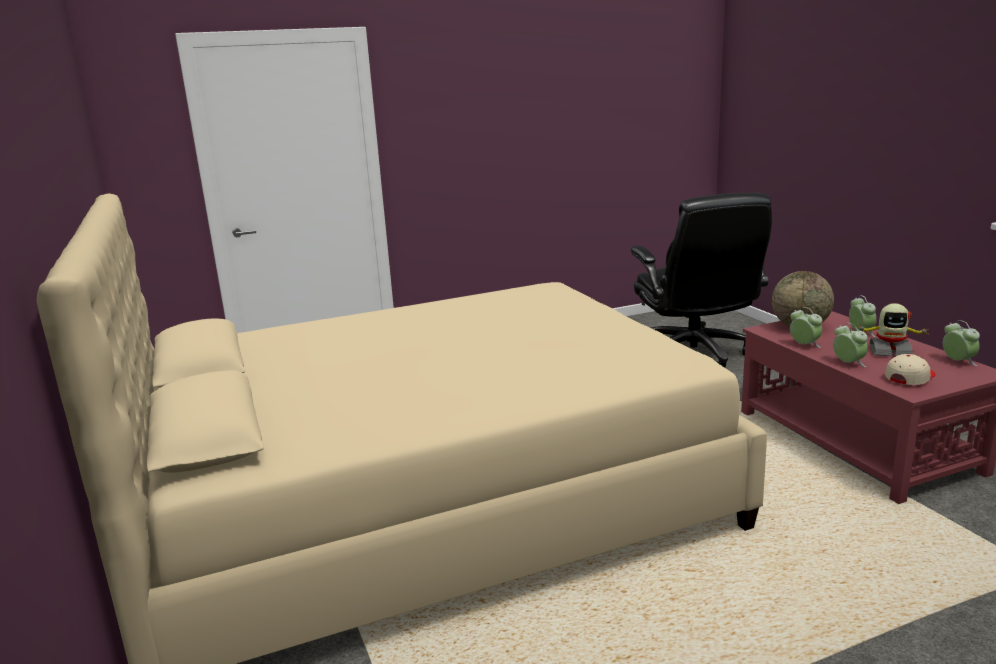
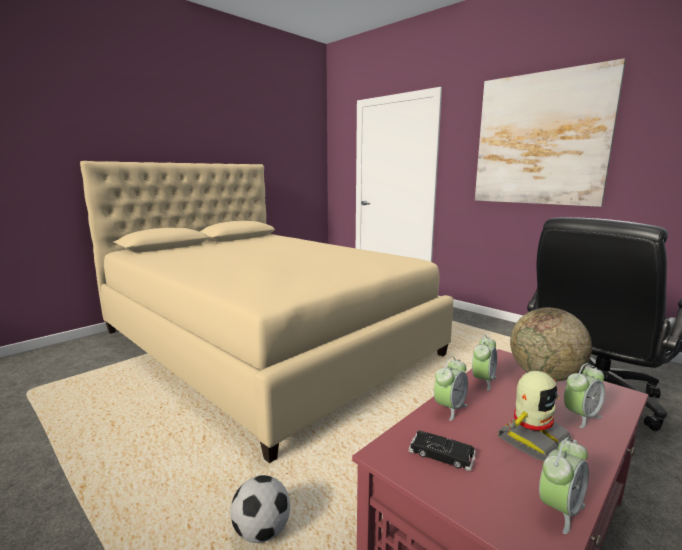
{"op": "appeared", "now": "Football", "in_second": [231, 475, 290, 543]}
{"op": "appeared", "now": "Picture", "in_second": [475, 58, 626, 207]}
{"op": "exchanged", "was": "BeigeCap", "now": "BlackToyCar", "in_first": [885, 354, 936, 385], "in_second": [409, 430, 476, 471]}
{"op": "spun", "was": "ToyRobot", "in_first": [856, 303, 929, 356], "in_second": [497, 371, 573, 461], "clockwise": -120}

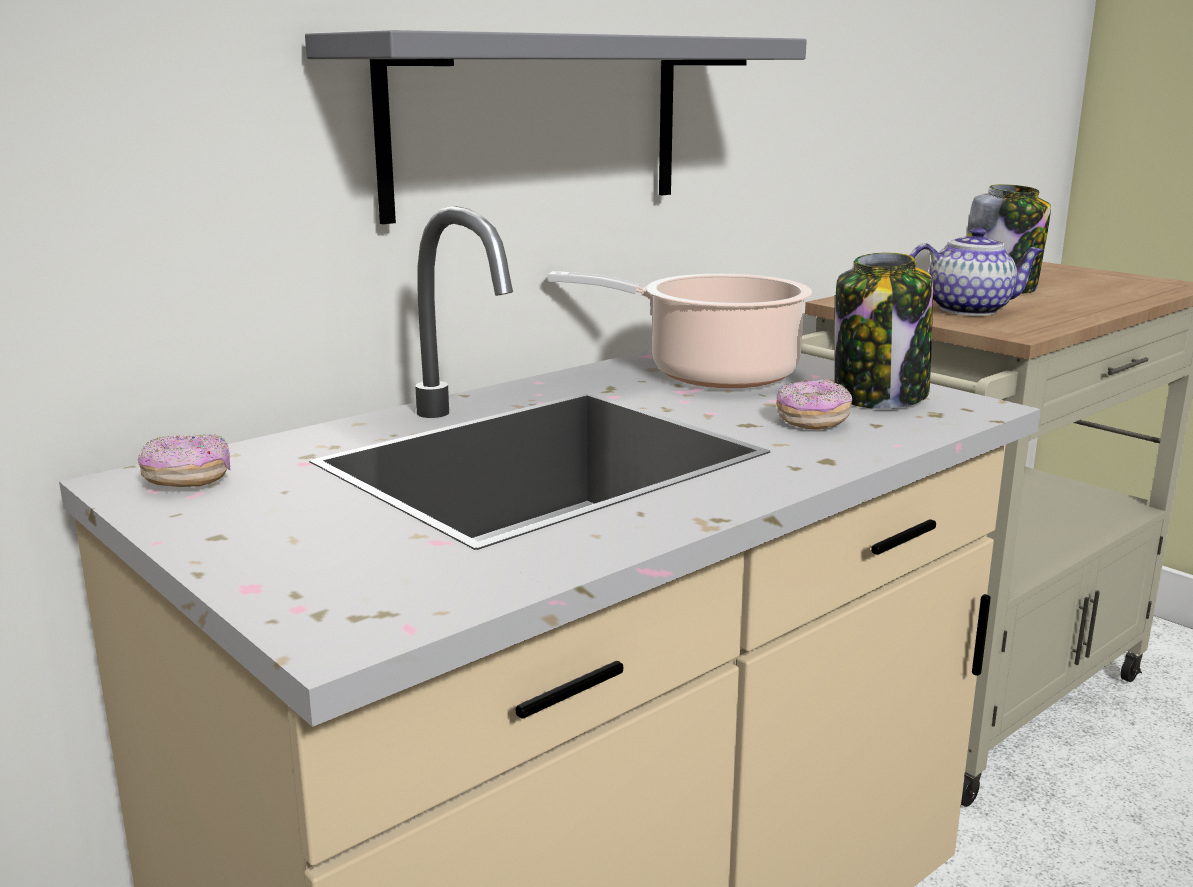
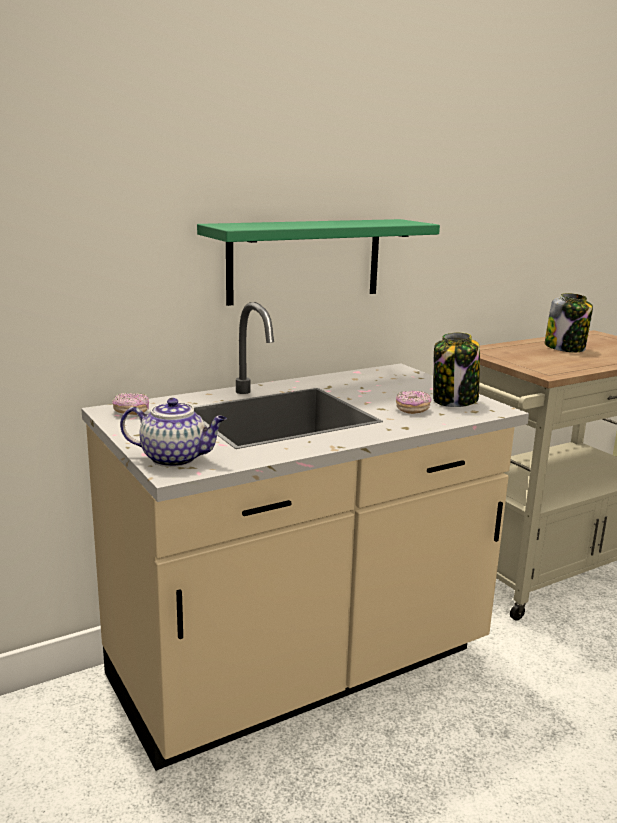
{"op": "missing", "was": "CookingPot", "in_first": [547, 271, 812, 388]}
{"op": "relocated", "was": "Teapot", "in_first": [910, 227, 1044, 316], "in_second": [120, 398, 227, 467]}
{"op": "colour", "was": "GreyShelf", "now": "GreenShelf", "in_first": [305, 30, 807, 224], "in_second": [197, 219, 440, 306]}

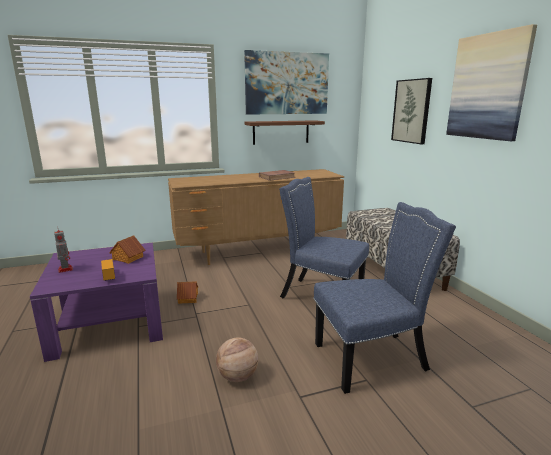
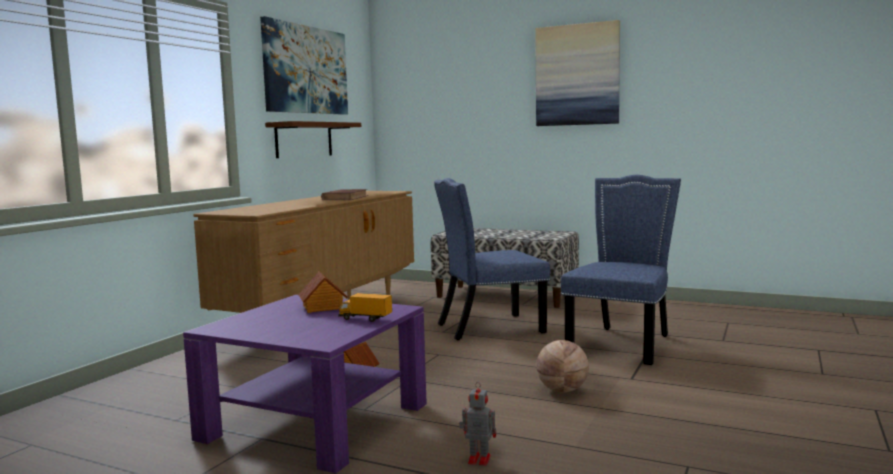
{"op": "missing", "was": "Picture", "in_first": [391, 78, 432, 144]}
{"op": "relocated", "was": "ToyRobot", "in_first": [54, 230, 73, 273], "in_second": [459, 382, 496, 466]}

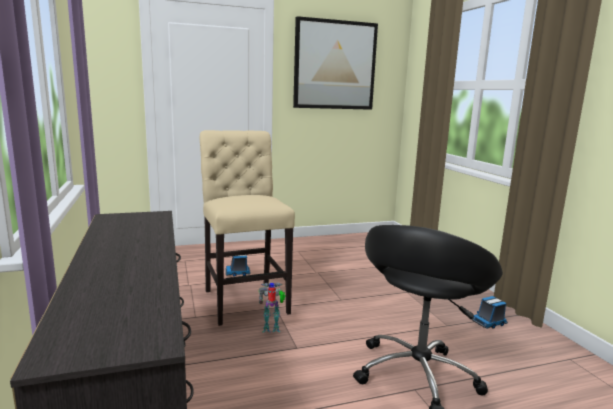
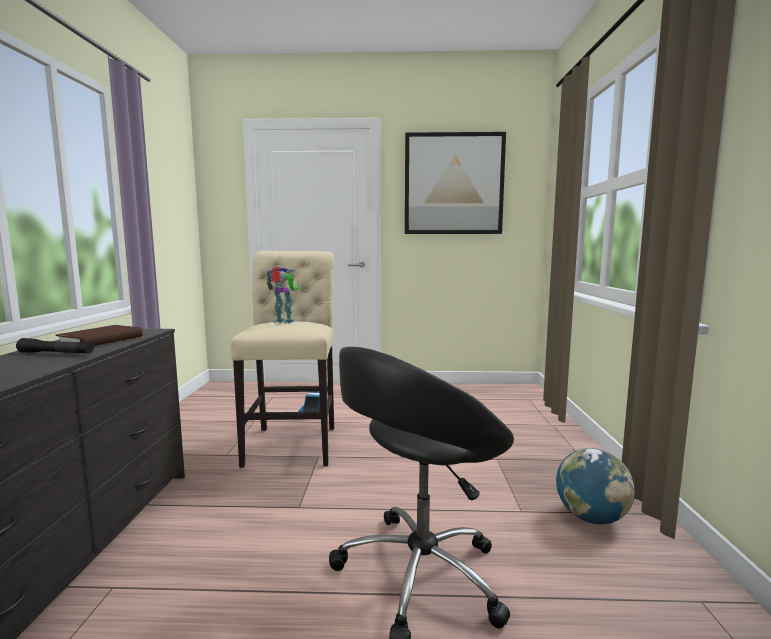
{"op": "appeared", "now": "BlackFlashlight", "in_second": [16, 338, 94, 354]}
{"op": "appeared", "now": "BrownBook", "in_second": [55, 325, 143, 346]}
{"op": "relocated", "was": "ToyRobot", "in_first": [259, 283, 286, 332], "in_second": [266, 267, 299, 324]}
{"op": "exchanged", "was": "ToyTruck", "now": "Globe", "in_first": [472, 296, 508, 329], "in_second": [556, 448, 635, 524]}

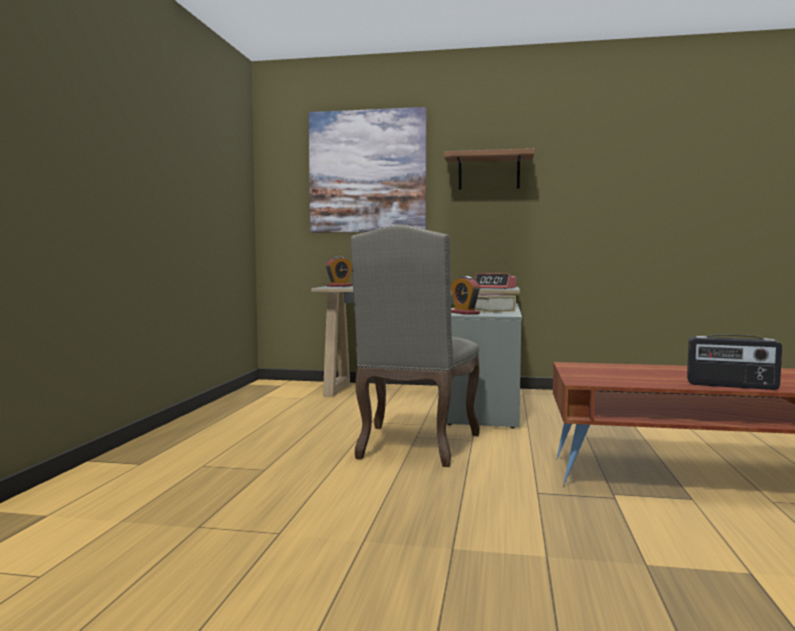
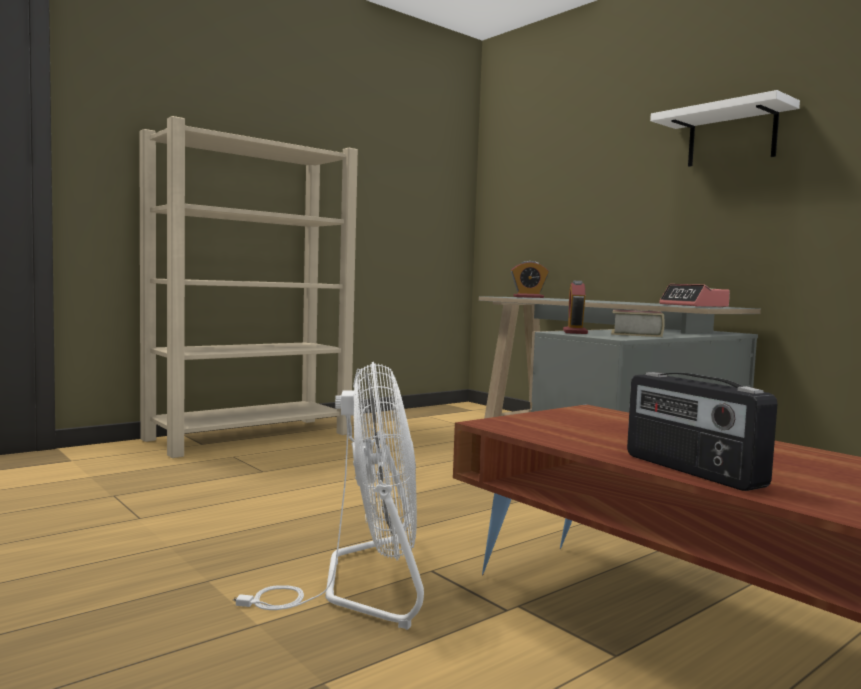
{"op": "missing", "was": "Picture", "in_first": [309, 107, 426, 233]}
{"op": "missing", "was": "GreyChair", "in_first": [350, 224, 480, 467]}
{"op": "appeared", "now": "BeigeBookcase", "in_second": [139, 116, 358, 458]}
{"op": "appeared", "now": "WhiteFan", "in_second": [233, 362, 424, 630]}
{"op": "colour", "was": "BrownShelf", "now": "WhiteShelf", "in_first": [444, 148, 535, 190], "in_second": [650, 90, 800, 167]}

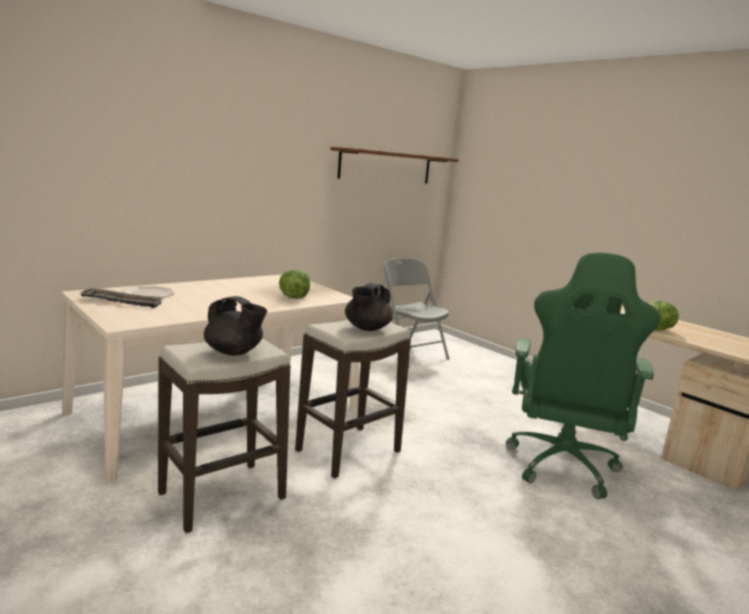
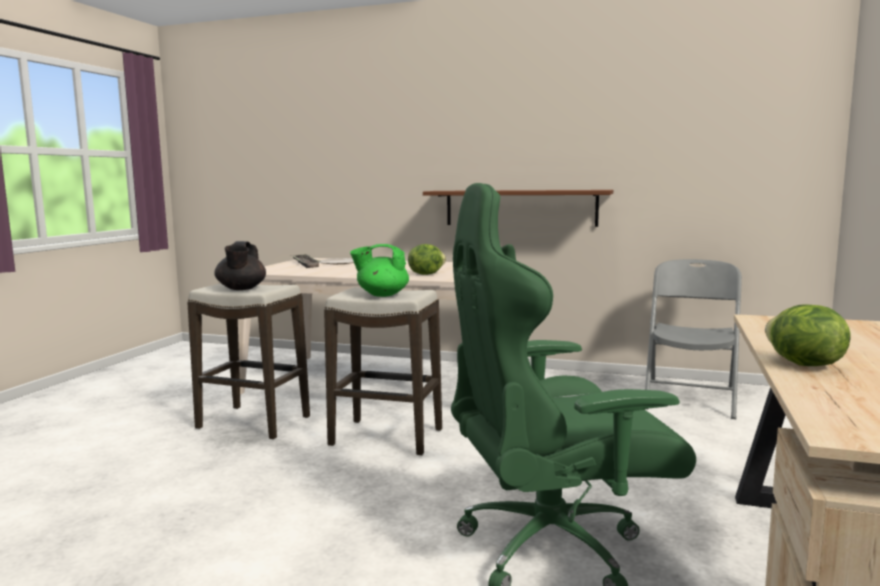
{"op": "relocated", "was": "BrownShelf", "in_first": [330, 147, 458, 184], "in_second": [423, 190, 613, 227]}
{"op": "colour", "was": "BlackTeapot", "now": "GreenTeapot", "in_first": [345, 282, 393, 331], "in_second": [350, 244, 409, 297]}

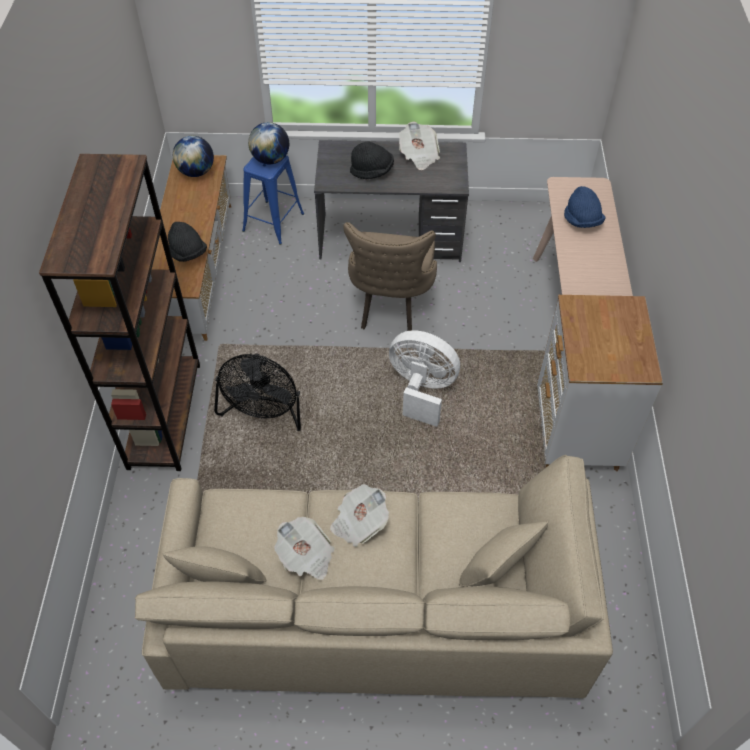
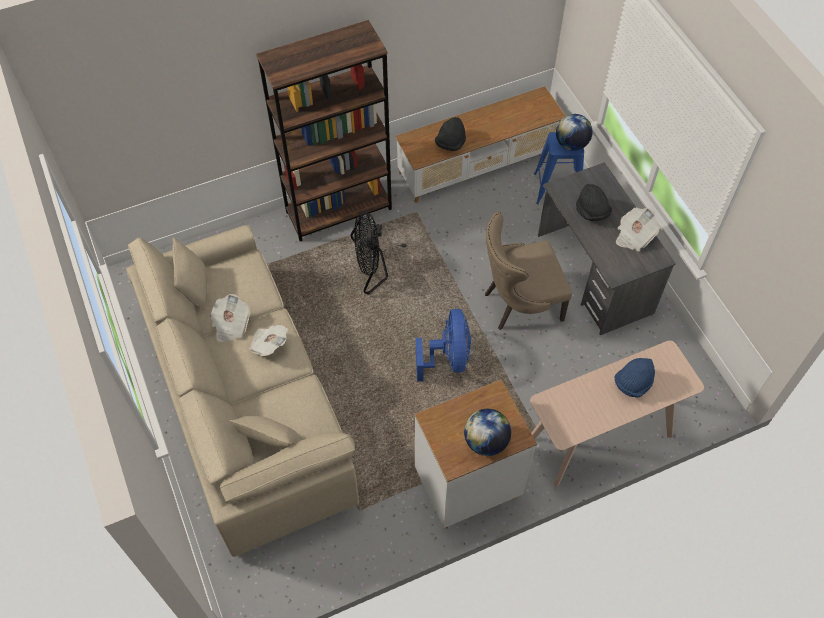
{"op": "relocated", "was": "Globe", "in_first": [173, 136, 214, 177], "in_second": [464, 409, 511, 456]}
{"op": "colour", "was": "WhiteFan", "now": "BlueFan", "in_first": [389, 330, 460, 427], "in_second": [416, 309, 471, 382]}

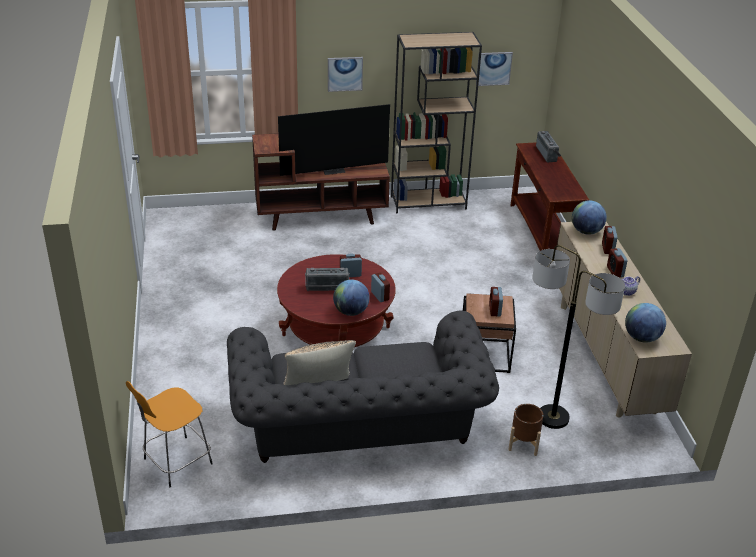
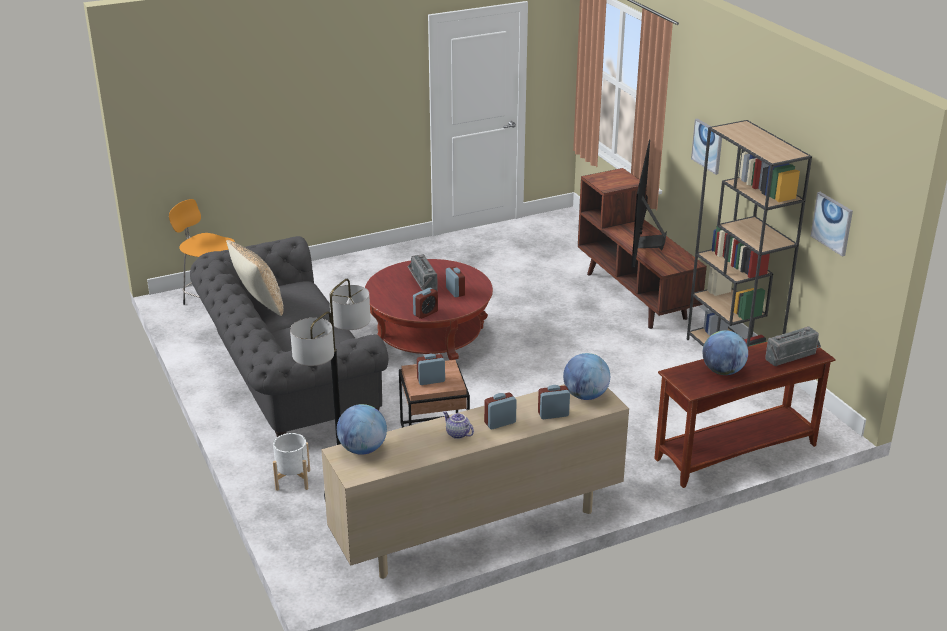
{"op": "relocated", "was": "Globe", "in_first": [333, 279, 370, 316], "in_second": [703, 330, 748, 375]}
{"op": "colour", "was": "BrownPlanter", "now": "WhitePlanter", "in_first": [508, 404, 544, 456], "in_second": [273, 433, 310, 491]}
{"op": "spun", "was": "Television", "in_first": [278, 104, 390, 176], "in_second": [631, 140, 667, 268], "clockwise": 45}

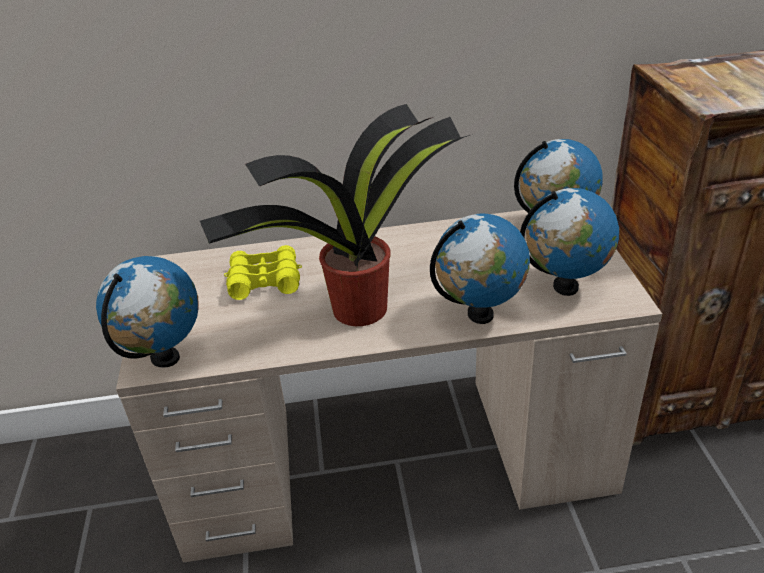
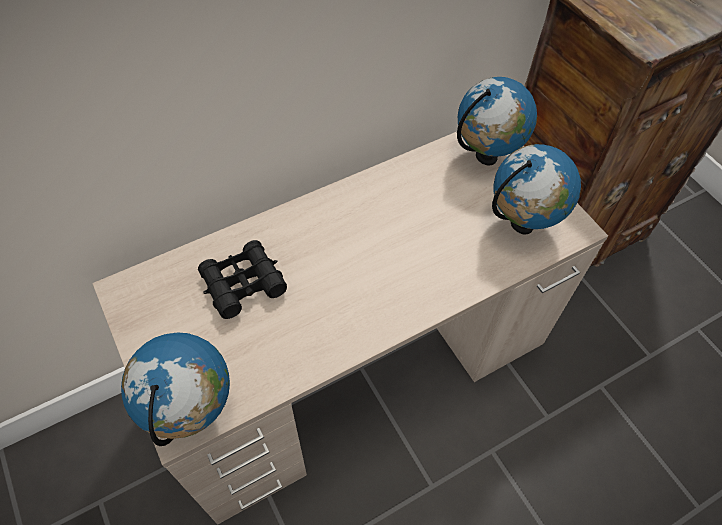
{"op": "missing", "was": "PottedPlant", "in_first": [200, 104, 470, 326]}
{"op": "missing", "was": "Globe", "in_first": [430, 213, 530, 324]}
{"op": "colour", "was": "YellowBinoculars", "now": "BlackBinoculars", "in_first": [224, 245, 302, 300], "in_second": [198, 240, 287, 319]}

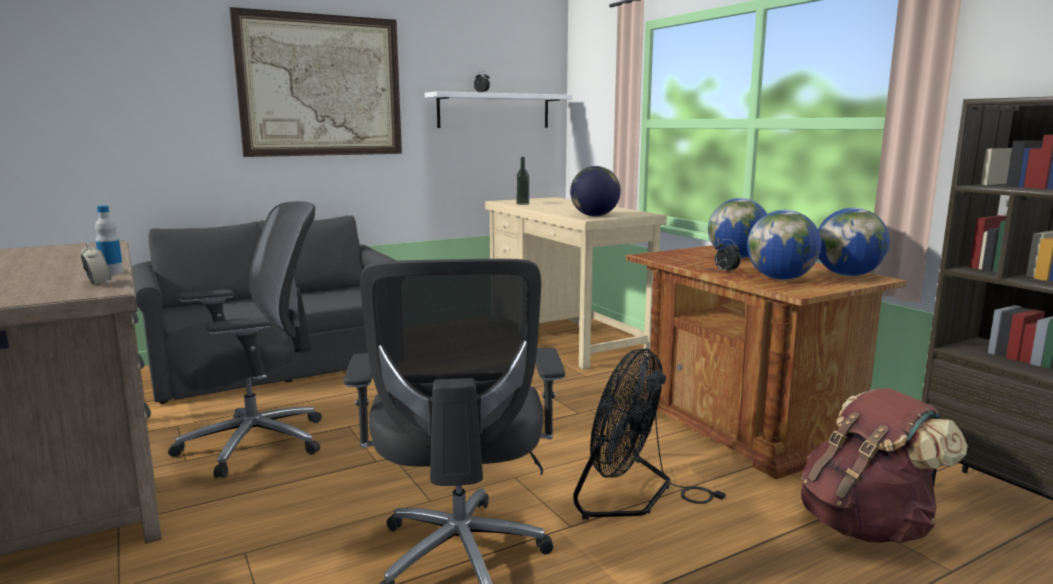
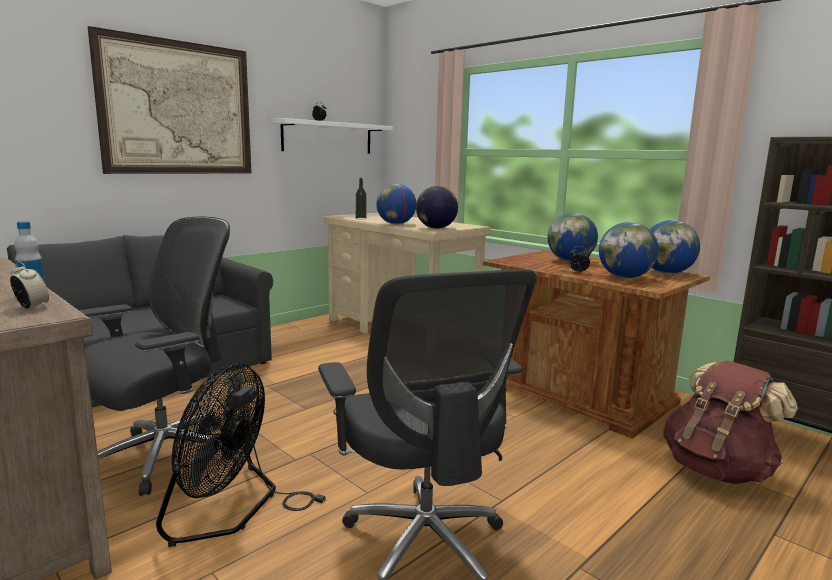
{"op": "appeared", "now": "Globe", "in_second": [376, 184, 416, 224]}
{"op": "relocated", "was": "BlackFan", "in_first": [573, 349, 727, 520], "in_second": [156, 364, 325, 547]}

